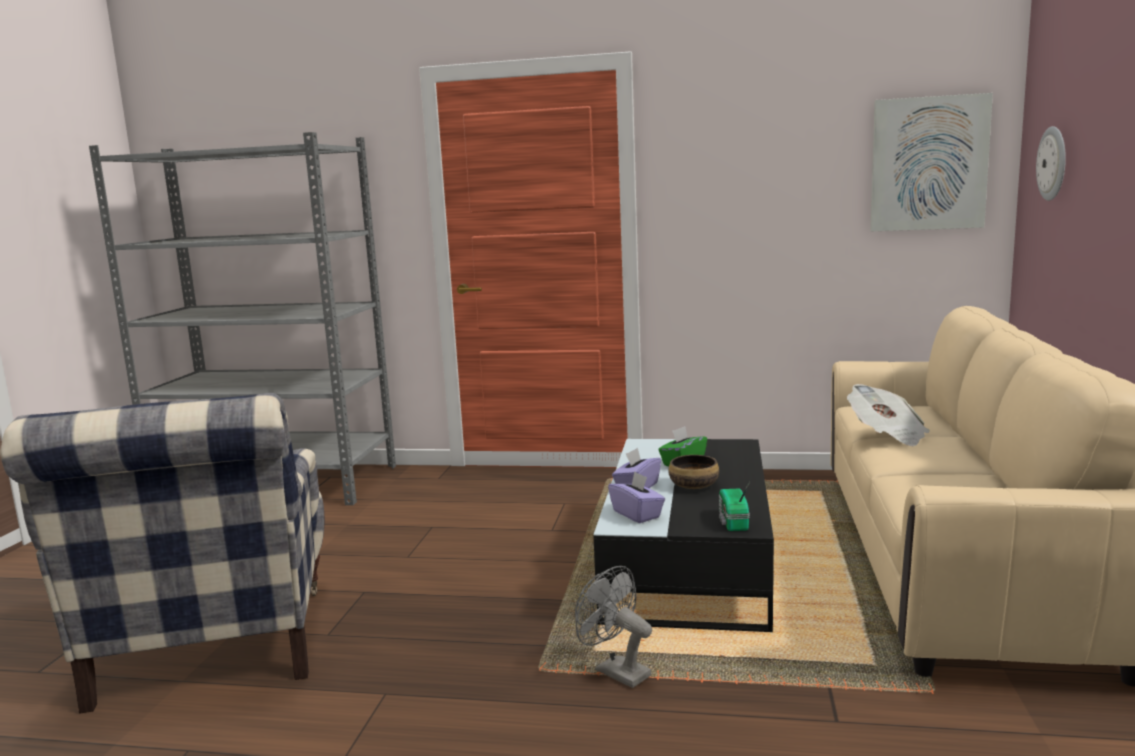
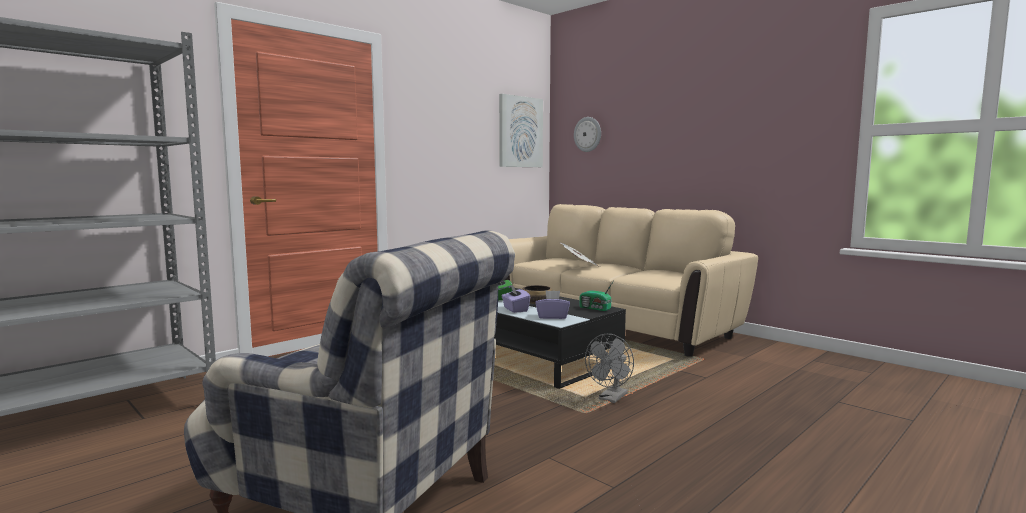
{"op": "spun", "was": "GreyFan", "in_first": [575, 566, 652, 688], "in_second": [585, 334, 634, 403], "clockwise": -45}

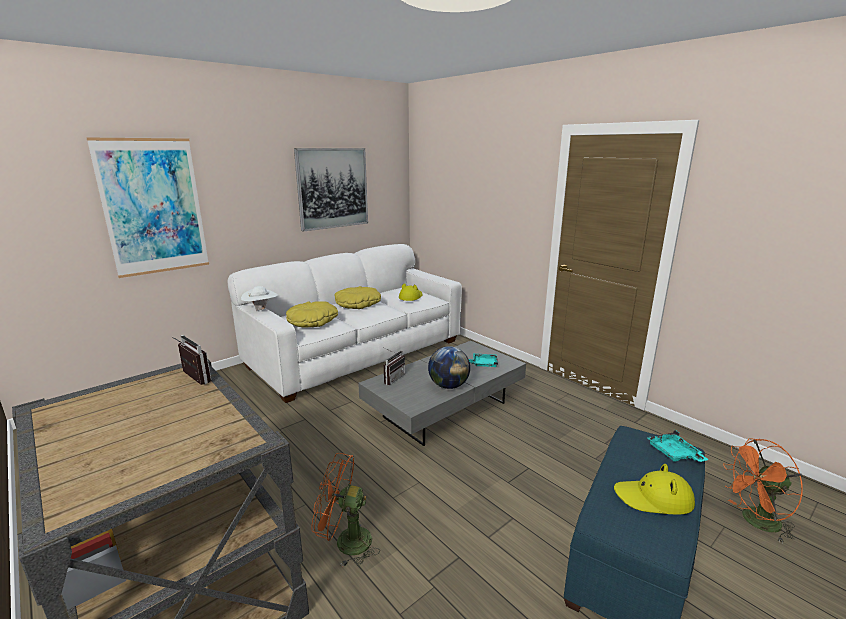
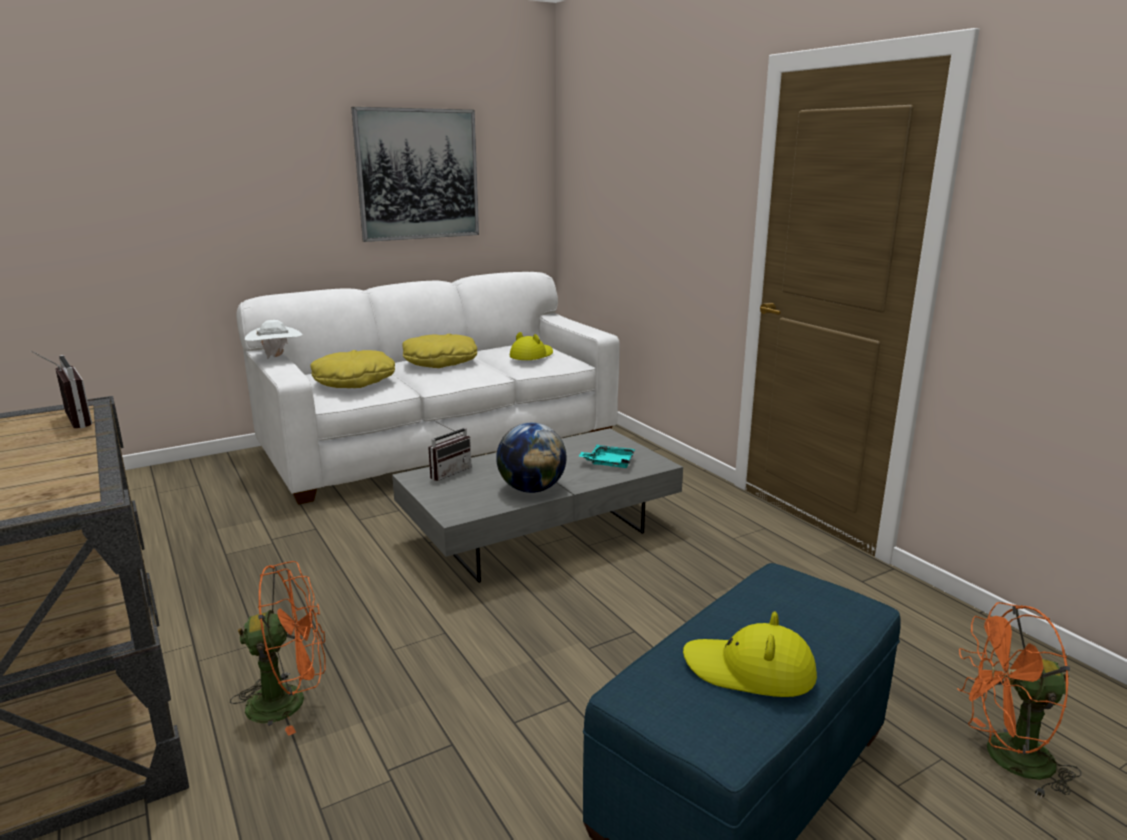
{"op": "missing", "was": "Picture", "in_first": [87, 138, 209, 278]}
{"op": "missing", "was": "TurquoiseTray", "in_first": [646, 430, 709, 462]}
{"op": "spun", "was": "OrangeFan", "in_first": [311, 453, 380, 566], "in_second": [230, 561, 325, 736], "clockwise": 150}

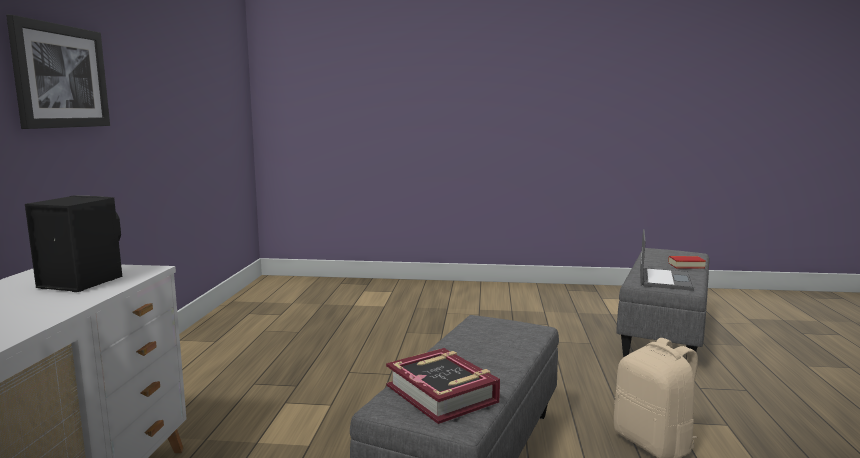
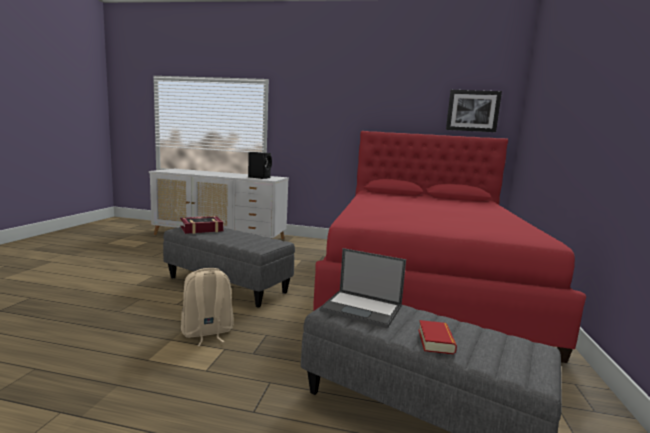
{"op": "appeared", "now": "RedBed", "in_second": [313, 131, 586, 363]}
{"op": "relocated", "was": "Picture", "in_first": [6, 15, 110, 129], "in_second": [446, 90, 502, 132]}

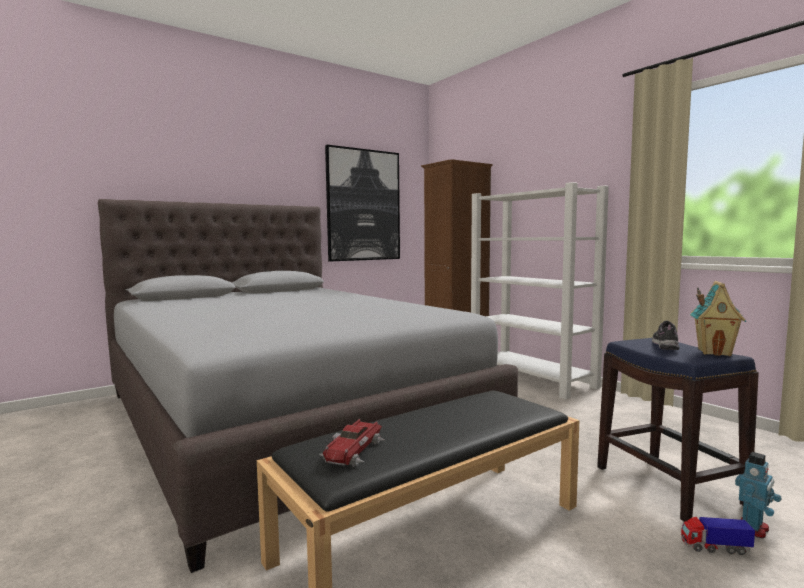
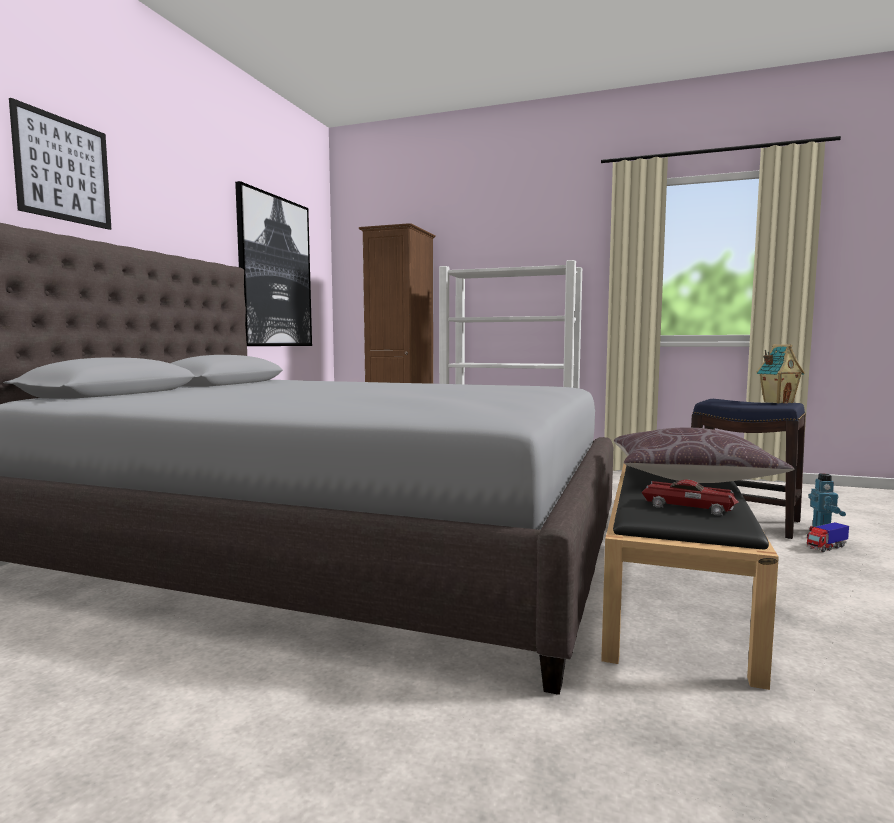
{"op": "missing", "was": "Shoe", "in_first": [652, 321, 679, 350]}
{"op": "appeared", "now": "Picture", "in_second": [9, 98, 111, 230]}
{"op": "appeared", "now": "BrownPillow", "in_second": [614, 428, 795, 483]}
{"op": "spun", "was": "ToyCar", "in_first": [319, 419, 384, 467], "in_second": [641, 479, 739, 516], "clockwise": -45}

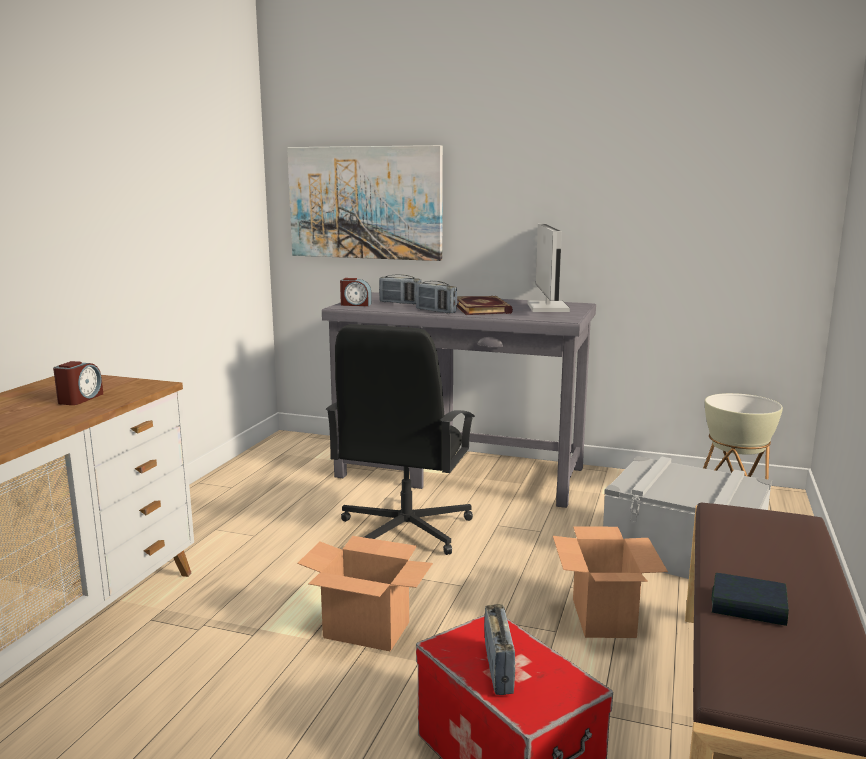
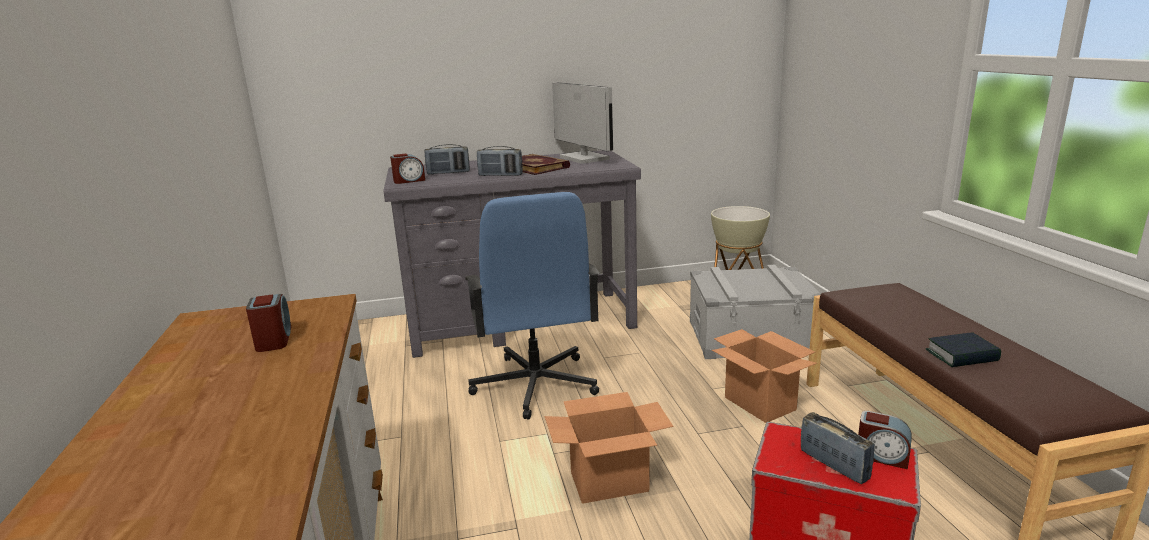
{"op": "missing", "was": "Picture", "in_first": [287, 145, 443, 261]}
{"op": "appeared", "now": "AlarmClock", "in_second": [858, 411, 912, 469]}
{"op": "colour", "was": "BlackOfficeChair", "now": "BlueOfficeChair", "in_first": [326, 324, 475, 555], "in_second": [465, 192, 600, 420]}

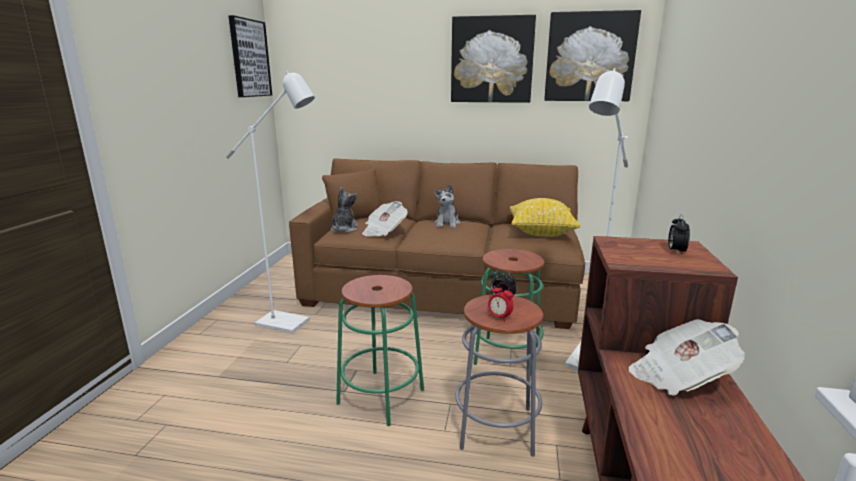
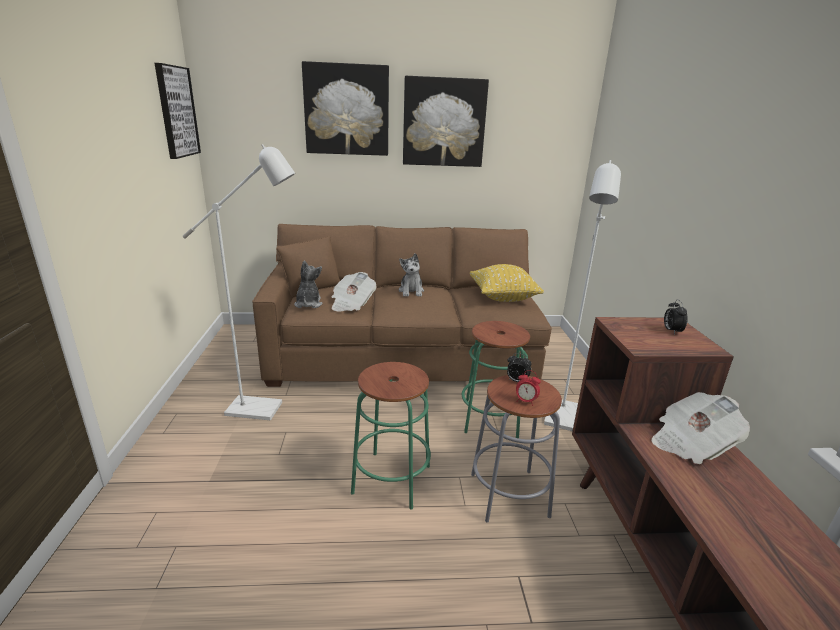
{"op": "relocated", "was": "Picture", "in_first": [544, 10, 641, 101], "in_second": [302, 61, 389, 156]}

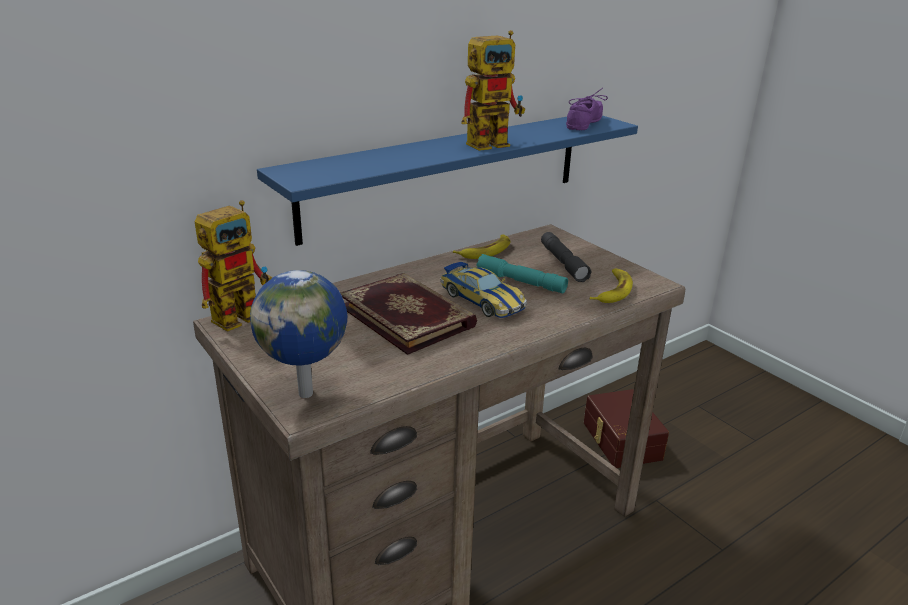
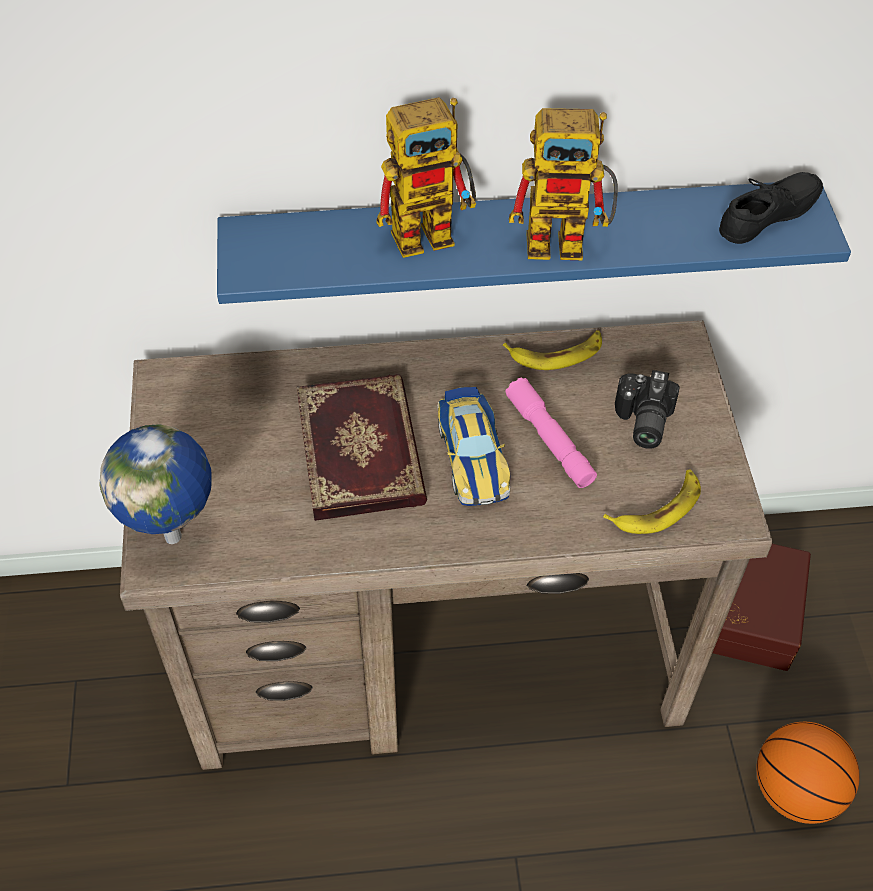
{"op": "appeared", "now": "Basketball", "in_second": [756, 722, 860, 824]}
{"op": "relocated", "was": "ToyRobot", "in_first": [195, 200, 272, 332], "in_second": [377, 97, 476, 258]}
{"op": "exchanged", "was": "GreyFlashlight", "now": "PhotoCamera", "in_first": [541, 232, 592, 282], "in_second": [615, 370, 680, 449]}
{"op": "colour", "was": "TurquoiseFlashlight", "now": "PinkFlashlight", "in_first": [477, 254, 568, 293], "in_second": [505, 378, 597, 488]}
{"op": "colour", "was": "PurpleShoe", "now": "BlackShoe", "in_first": [566, 88, 608, 130], "in_second": [719, 172, 823, 244]}

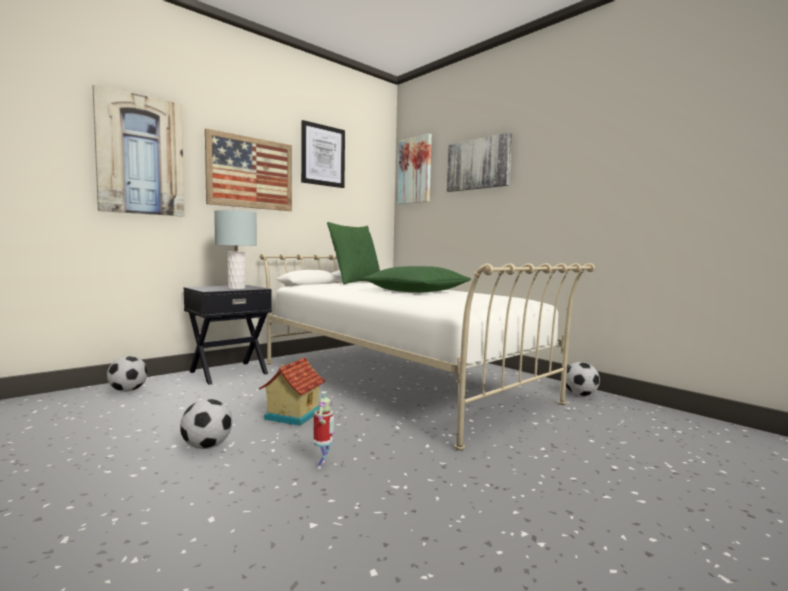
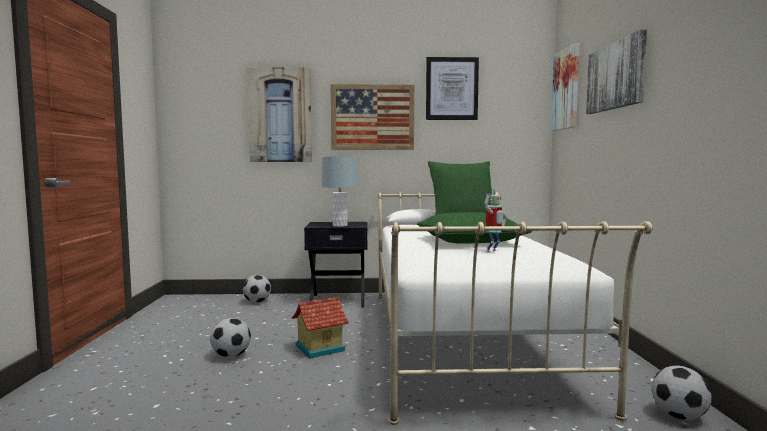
{"op": "relocated", "was": "ToyRobot", "in_first": [314, 391, 335, 469], "in_second": [484, 189, 507, 252]}

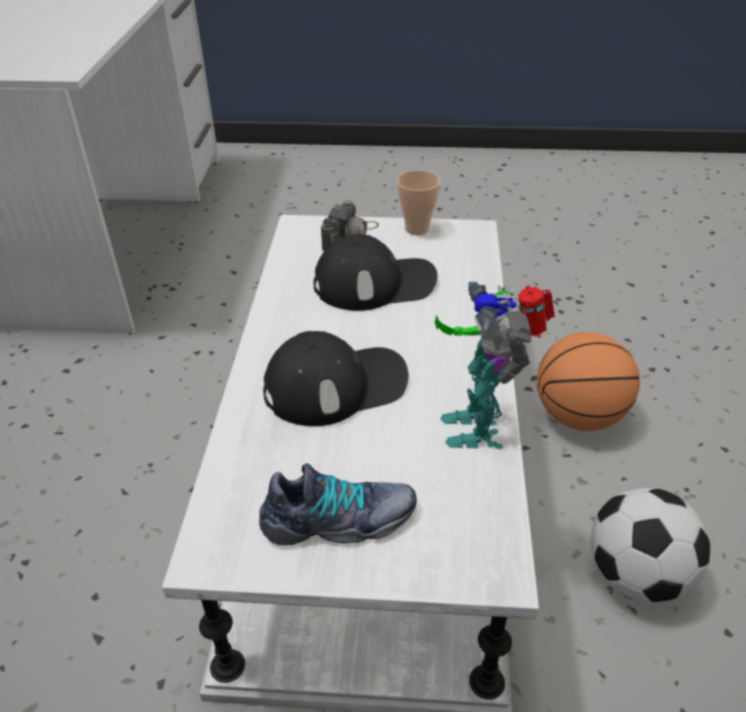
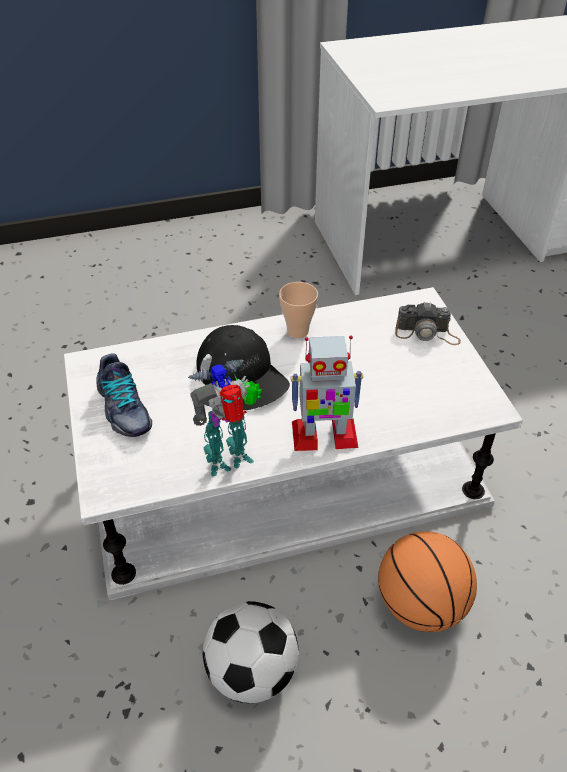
{"op": "missing", "was": "BlackCap", "in_first": [313, 234, 437, 311]}
{"op": "appeared", "now": "ToyRobot", "in_second": [291, 335, 363, 451]}
{"op": "relocated", "was": "Cup", "in_first": [397, 170, 441, 235], "in_second": [279, 282, 318, 338]}

